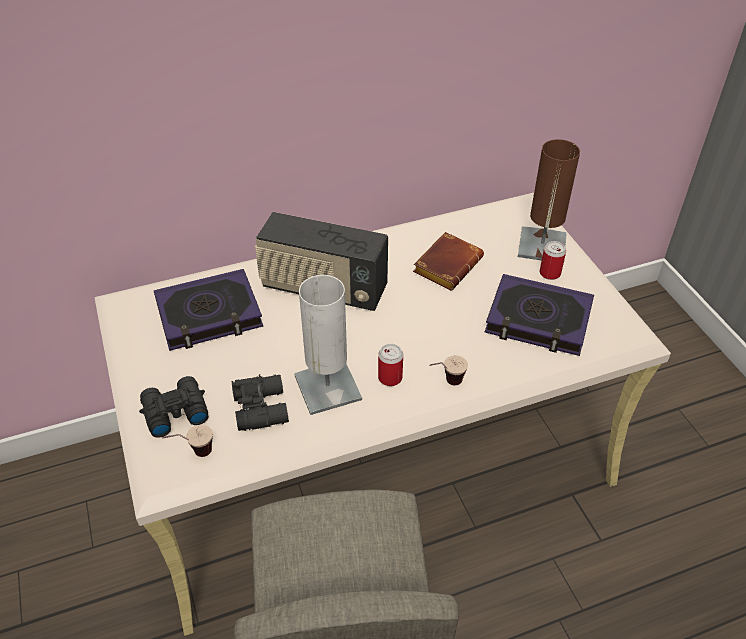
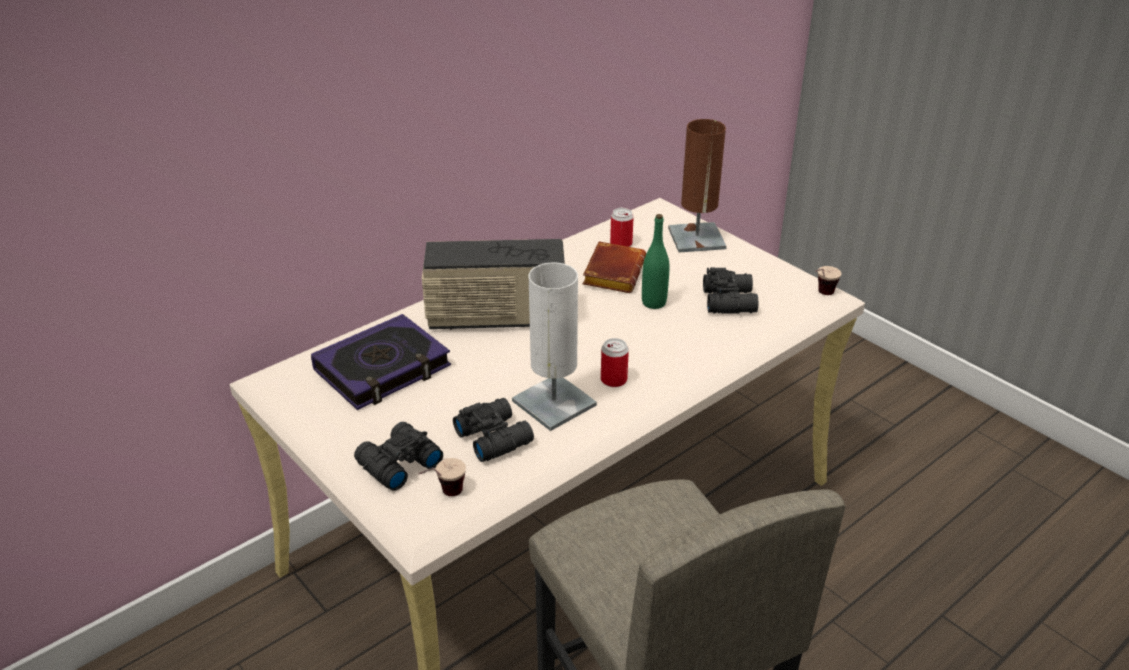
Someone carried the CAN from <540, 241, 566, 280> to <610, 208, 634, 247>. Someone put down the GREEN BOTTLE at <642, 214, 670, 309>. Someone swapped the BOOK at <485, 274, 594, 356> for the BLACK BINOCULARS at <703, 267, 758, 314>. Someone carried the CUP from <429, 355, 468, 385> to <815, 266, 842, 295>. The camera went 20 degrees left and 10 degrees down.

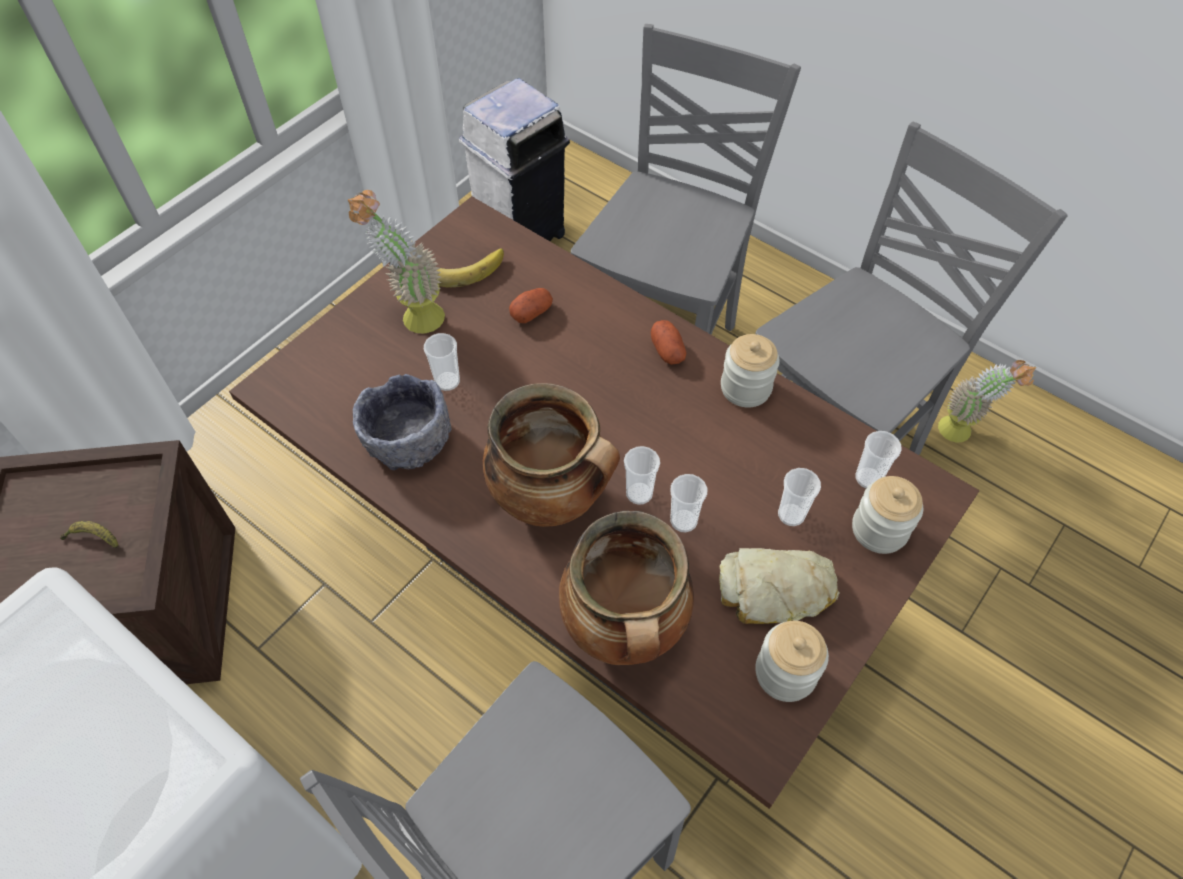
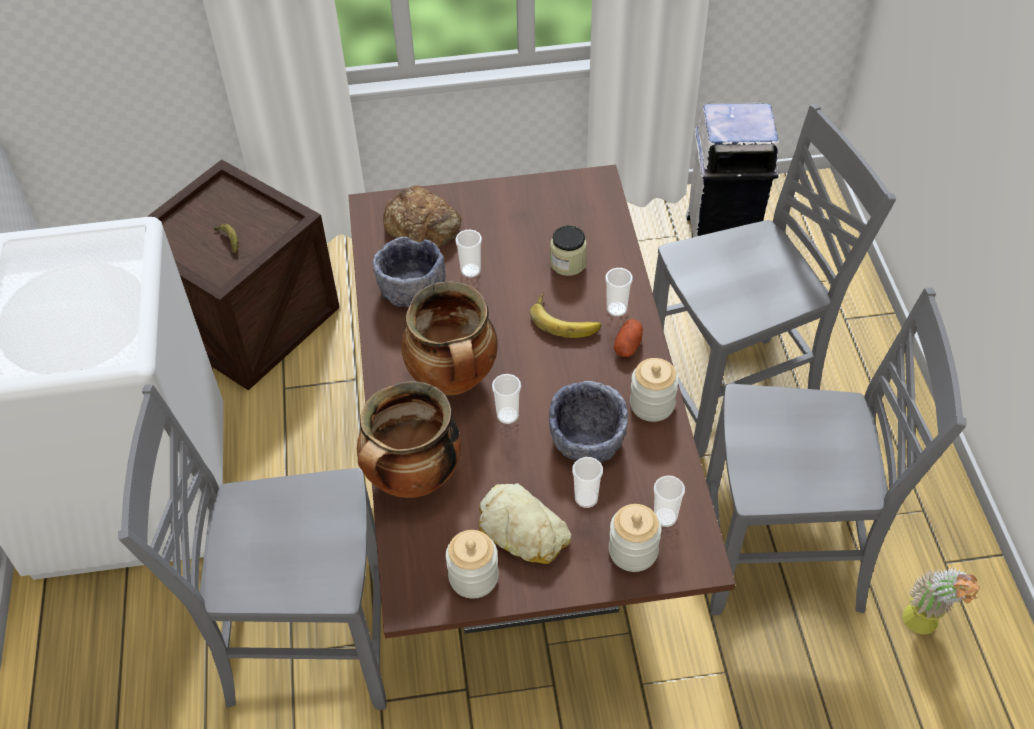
Someone put down the BREAD at <383, 185, 462, 248>. Someone carried the BANANA from <436, 248, 504, 287> to <530, 293, 601, 338>. Someone put down the GREY BOWL at <549, 381, 628, 462>. Someone swapped the POTATO at <509, 288, 553, 323> for the JAR at <550, 225, 587, 276>. Someone carried the CUP from <670, 474, 707, 532> to <605, 268, 633, 316>. Someone took away the POTTED PLANT at <347, 190, 445, 333>. The camera went 45 degrees right and 5 degrees down.

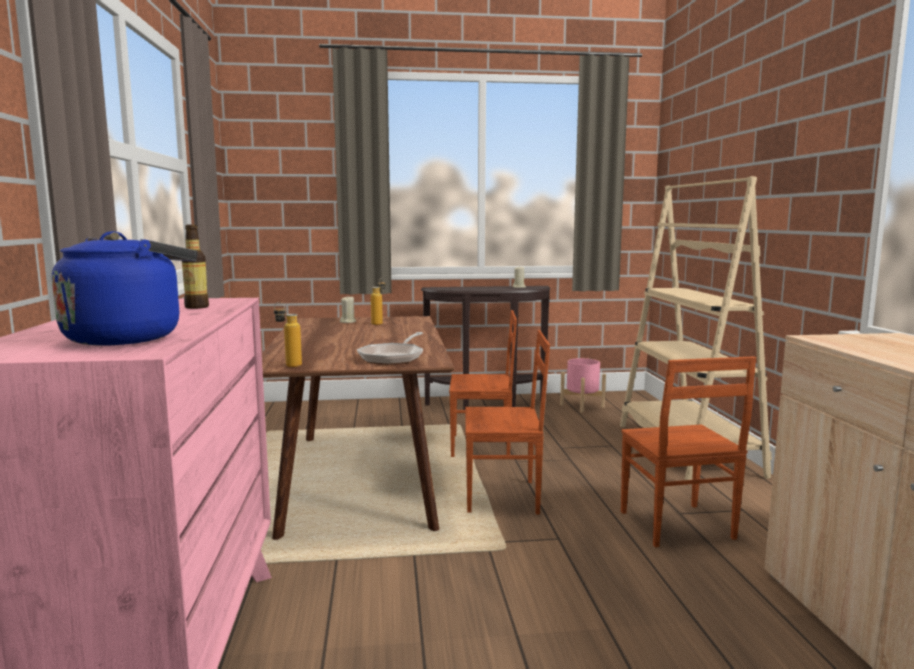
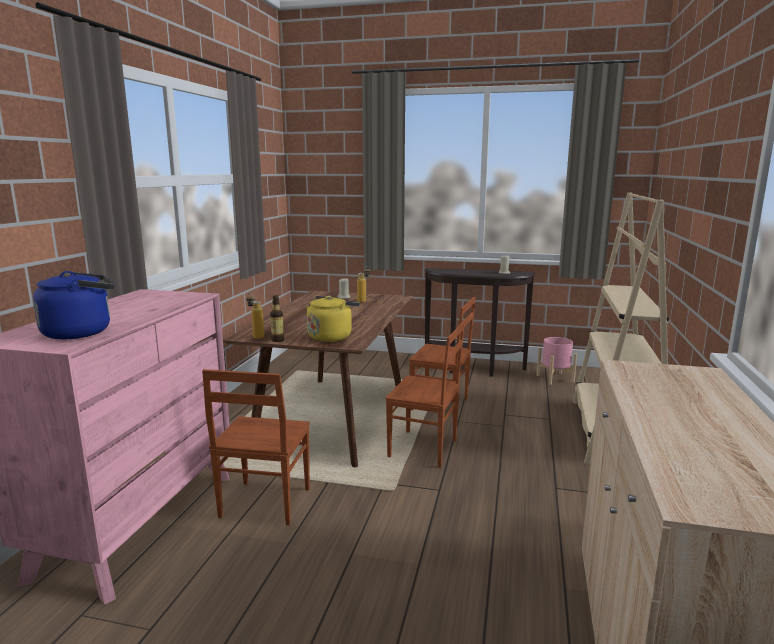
Someone carried the BROWN CHAIR from <621, 356, 756, 547> to <202, 369, 310, 525>. Someone carried the BOTTLE from <182, 225, 209, 309> to <270, 296, 284, 342>. Someone swapped the FRYING PAN at <357, 332, 423, 365> for the YELLOW KETTLE at <306, 296, 360, 342>. The camera went 20 degrees right and 5 degrees up.

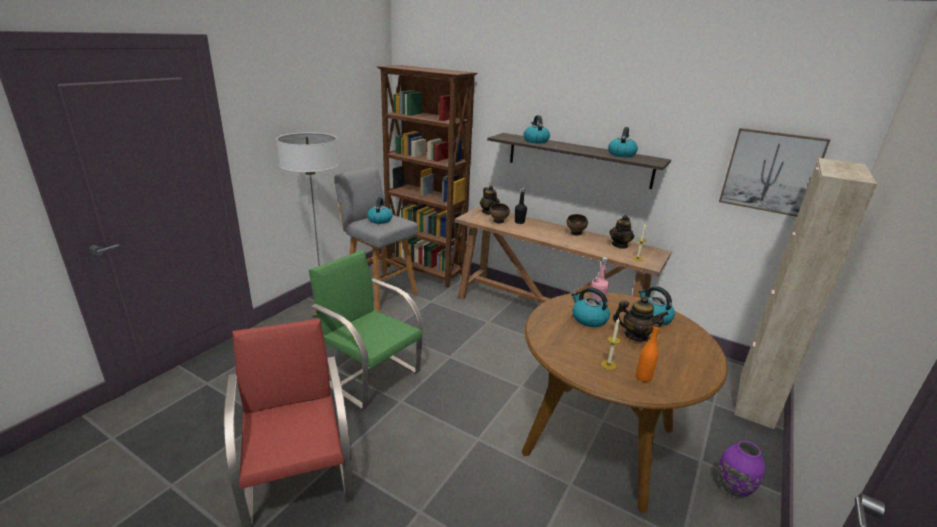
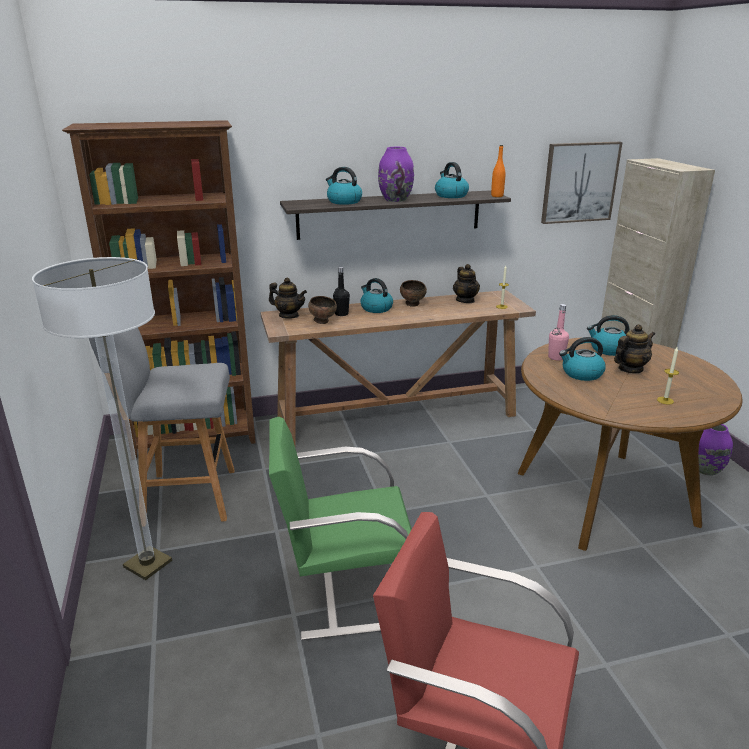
Someone carried the KETTLE from <367, 197, 393, 224> to <360, 278, 393, 313>. Someone put down the PURPLE VASE at <378, 147, 414, 202>. Someone carried the ORANGE BOTTLE from <636, 324, 659, 382> to <491, 145, 505, 197>. The camera went 45 degrees left and 0 degrees up.

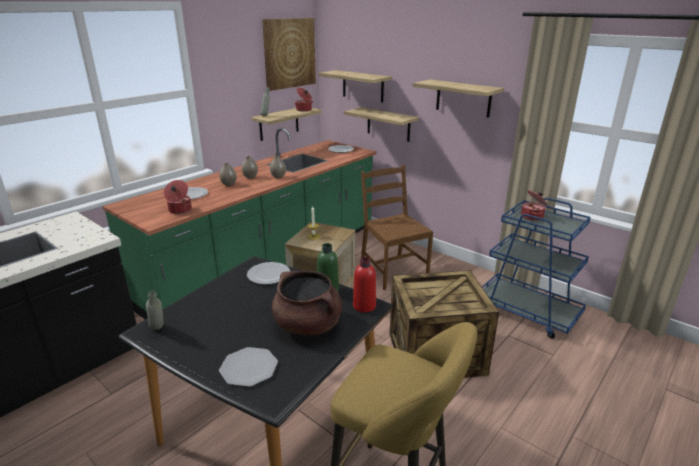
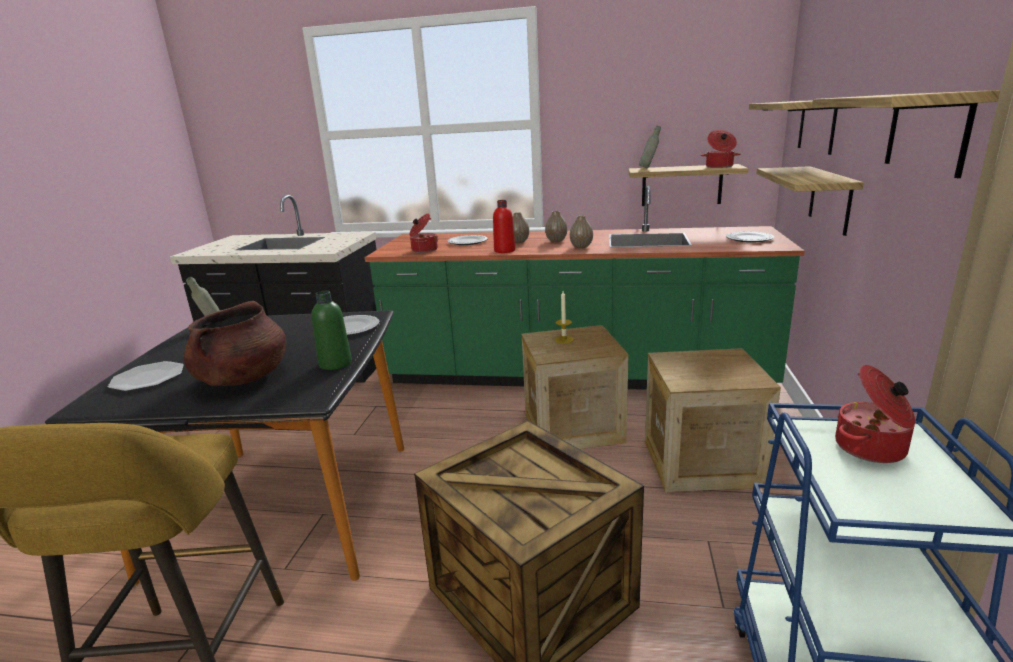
Someone carried the RED BOTTLE from <353, 257, 376, 312> to <493, 200, 515, 253>. Someone swapped the BROWN CHAIR at <361, 165, 433, 291> for the CRATE at <645, 348, 781, 492>. Someone took away the PICTURE at <262, 18, 316, 91>. The camera went 60 degrees right and 5 degrees down.

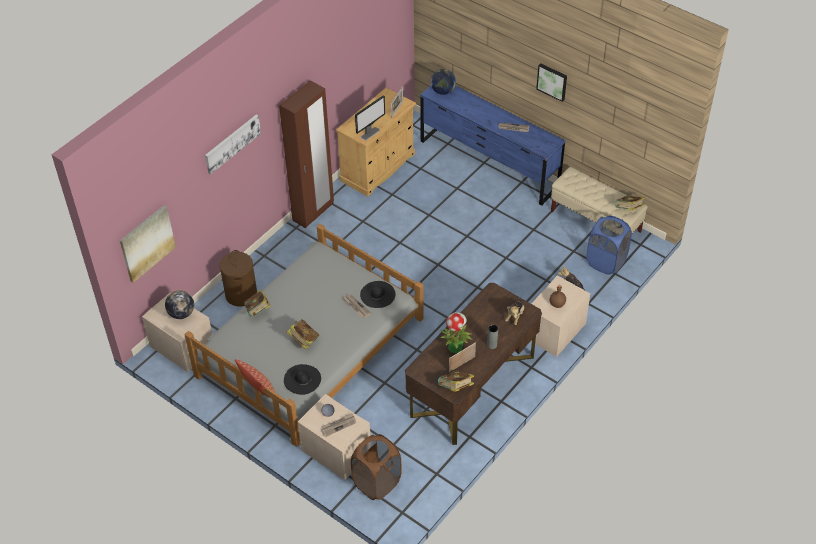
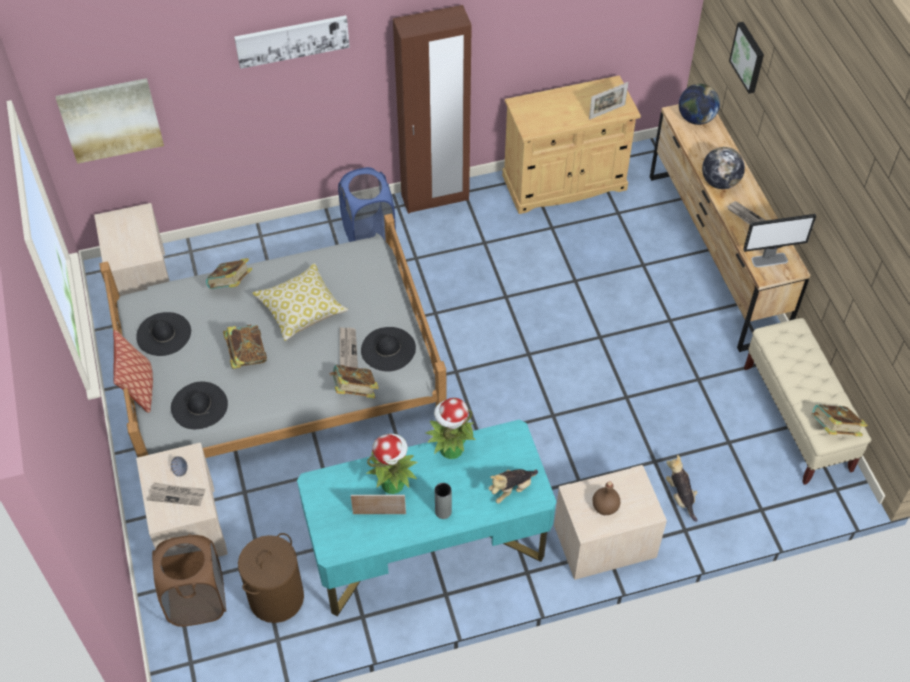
Someone put down the BLACK HAT at <136, 312, 191, 356>. Someone carried the BROWN LAUNDRY BASKET from <220, 250, 257, 306> to <238, 533, 304, 623>. Someone put down the PILLOW at <252, 263, 348, 341>. Someone repainted the BROWN DESK at <405, 283, 542, 445>, which became the TURQUOISE DESK at <297, 420, 557, 616>. Someone carried the BOOK from <438, 370, 474, 392> to <329, 365, 379, 399>. Someone carried the BLUE LAUNDRY BASKET from <586, 216, 632, 275> to <338, 167, 396, 242>. Someone put down the POTTED PLANT at <426, 398, 476, 459>. Someone repainted the BLUE DRESSER at <420, 86, 565, 205>, which became the BROWN DRESSER at <650, 104, 810, 352>. Someone carried the GLOBE from <165, 290, 194, 319> to <702, 147, 745, 189>. Someone carried the PICTURE from <536, 63, 567, 102> to <729, 22, 764, 94>. Someone carried the MONITOR from <355, 95, 385, 140> to <743, 214, 816, 267>. The camera went 35 degrees right and 5 degrees up.

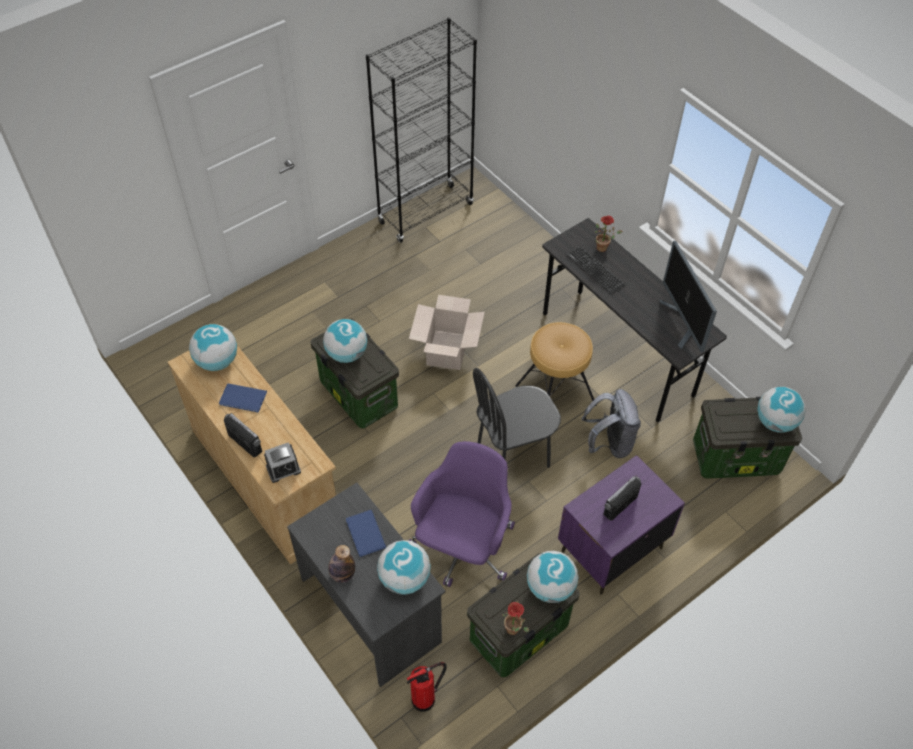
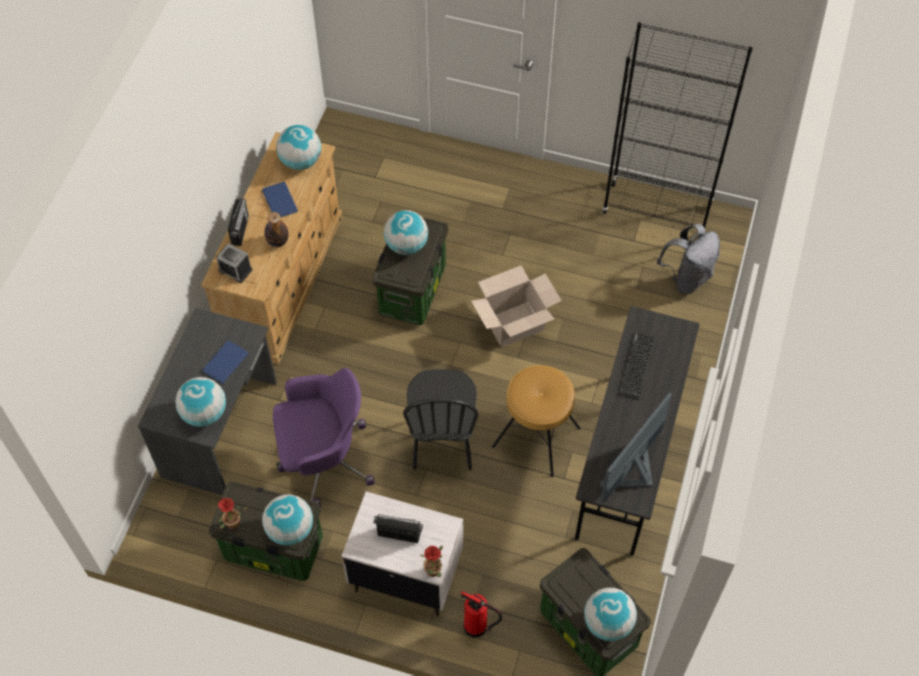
Someone carried the BOTTLE from <328, 545, 355, 583> to <264, 212, 288, 247>. Someone repainted the PURPLE NIGHTSTAND at <558, 455, 685, 595>, which became the WHITE NIGHTSTAND at <342, 491, 463, 616>. Someone rotated the BLACK CHAIR at <473, 368, 561, 468> by 120 degrees counterclockwise. Someone carried the POTTED PLANT from <595, 215, 623, 252> to <420, 546, 443, 577>. Someone carried the FIRE EXTINGUISHER from <407, 662, 447, 712> to <461, 591, 502, 637>. Someone carried the GREY BACKPACK from <582, 389, 641, 458> to <657, 224, 720, 294>. The camera went 55 degrees right and 5 degrees up.

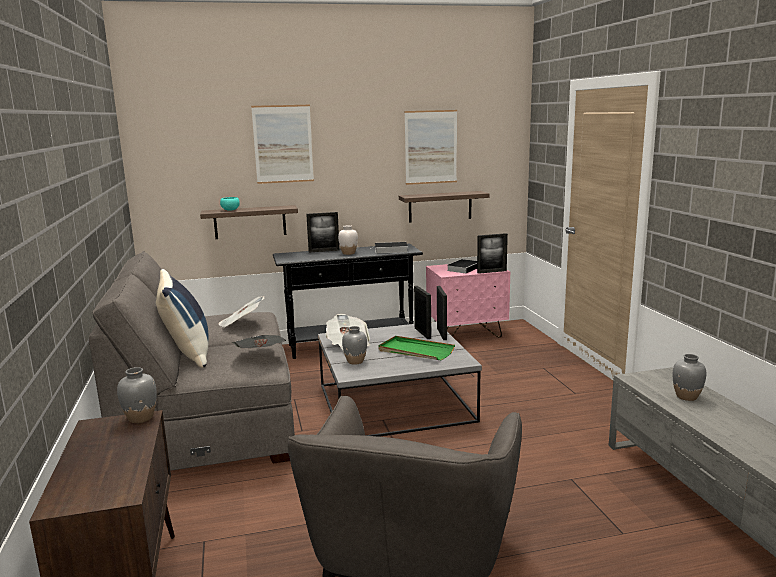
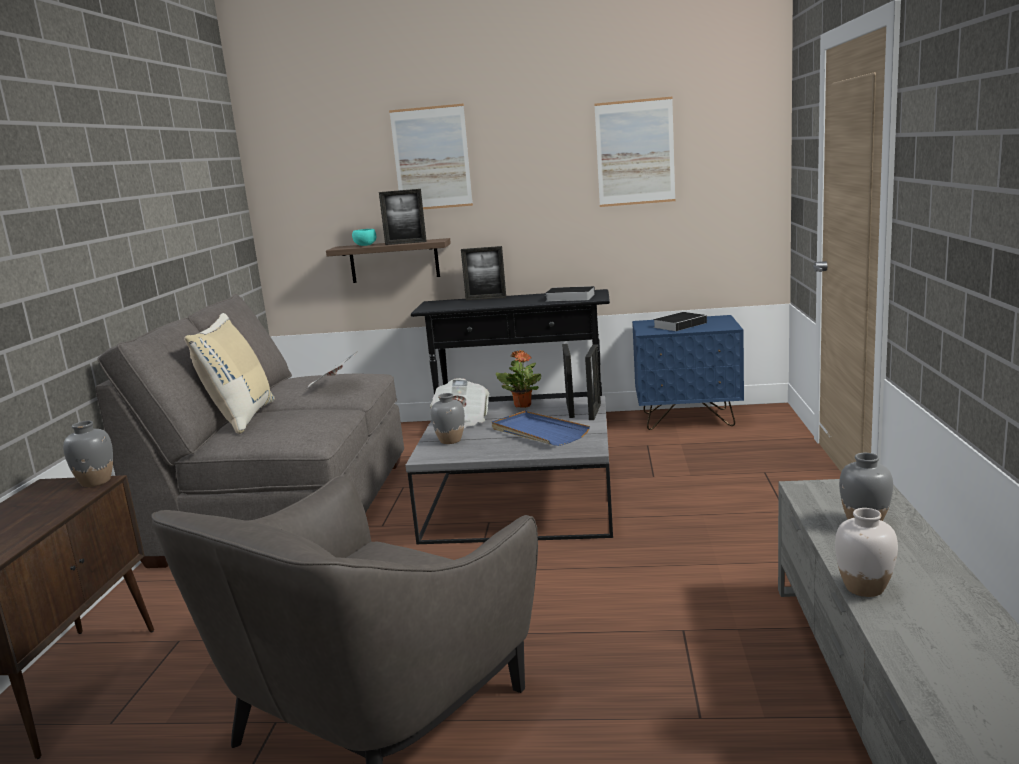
Someone repainted the BLUE PILLOW at <156, 269, 208, 368>, which became the BEIGE PILLOW at <184, 313, 275, 434>. Someone carried the PICTURE FRAME from <477, 233, 508, 274> to <379, 189, 427, 245>. Someone repainted the GREEN TRAY at <378, 336, 455, 360>, which became the BLUE TRAY at <492, 411, 590, 446>. Someone put down the POTTED PLANT at <496, 350, 541, 408>. Someone repainted the PINK NIGHTSTAND at <426, 264, 510, 338>, which became the BLUE NIGHTSTAND at <632, 315, 744, 430>. Someone carried the WHITE VASE from <338, 225, 358, 255> to <835, 508, 898, 597>. Someone took away the NEWSPAPER at <231, 335, 286, 348>. Someone took away the SHELF at <399, 191, 489, 223>. The camera went 20 degrees right and 0 degrees up.

